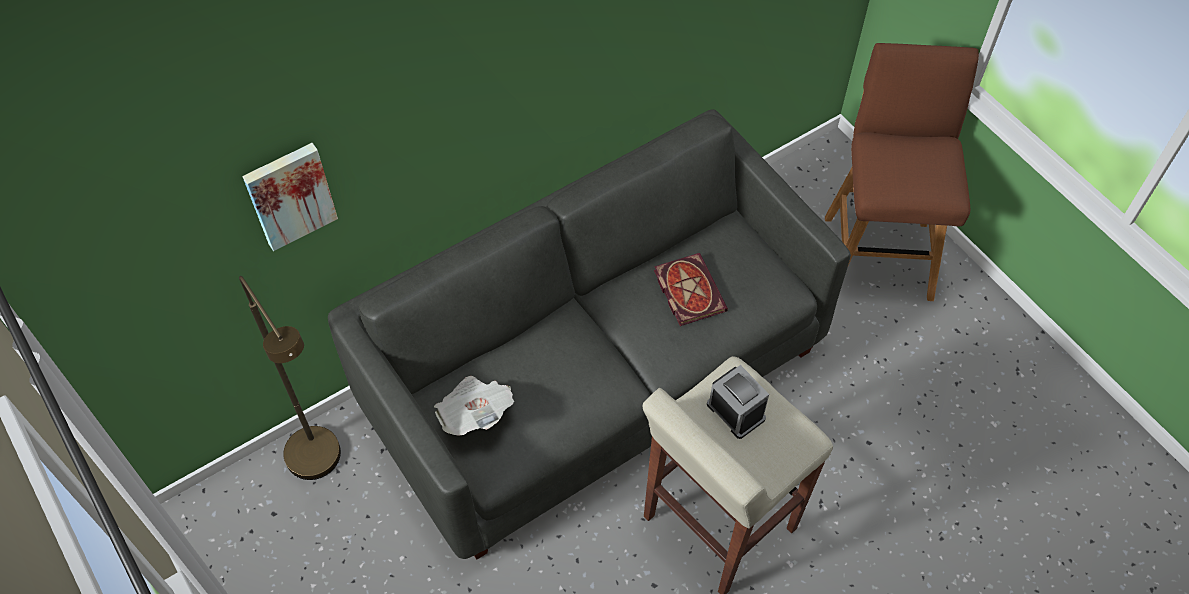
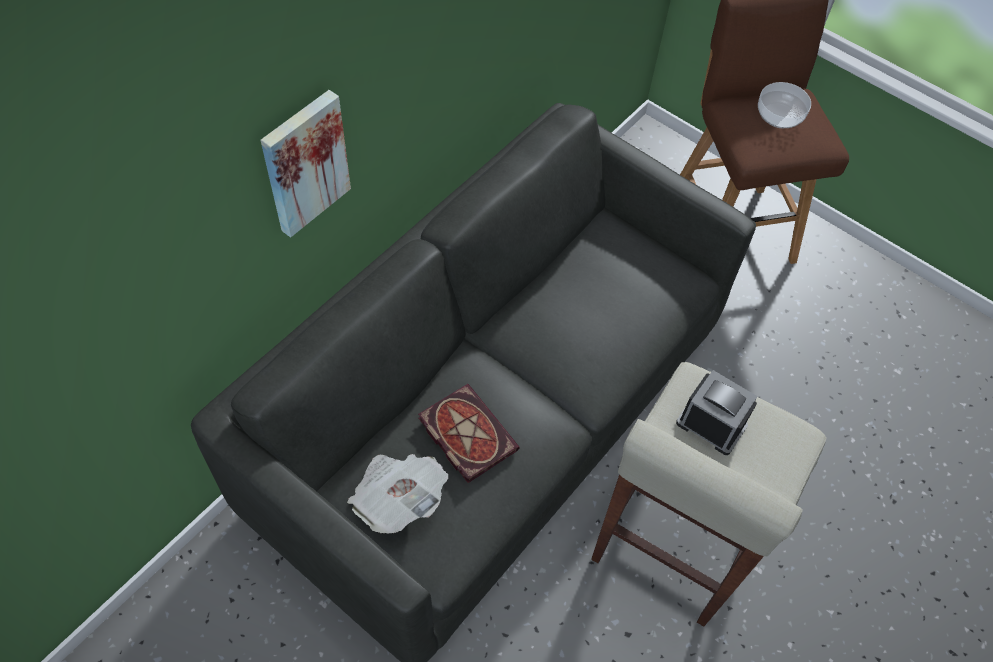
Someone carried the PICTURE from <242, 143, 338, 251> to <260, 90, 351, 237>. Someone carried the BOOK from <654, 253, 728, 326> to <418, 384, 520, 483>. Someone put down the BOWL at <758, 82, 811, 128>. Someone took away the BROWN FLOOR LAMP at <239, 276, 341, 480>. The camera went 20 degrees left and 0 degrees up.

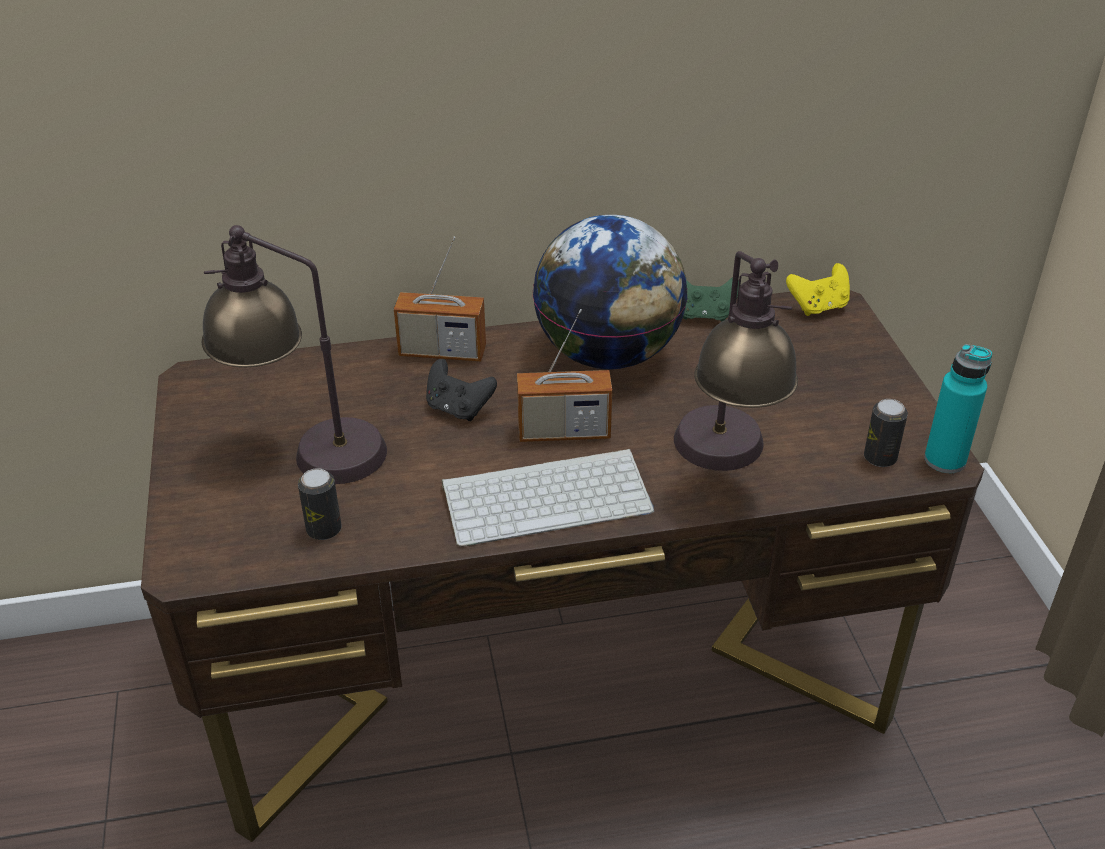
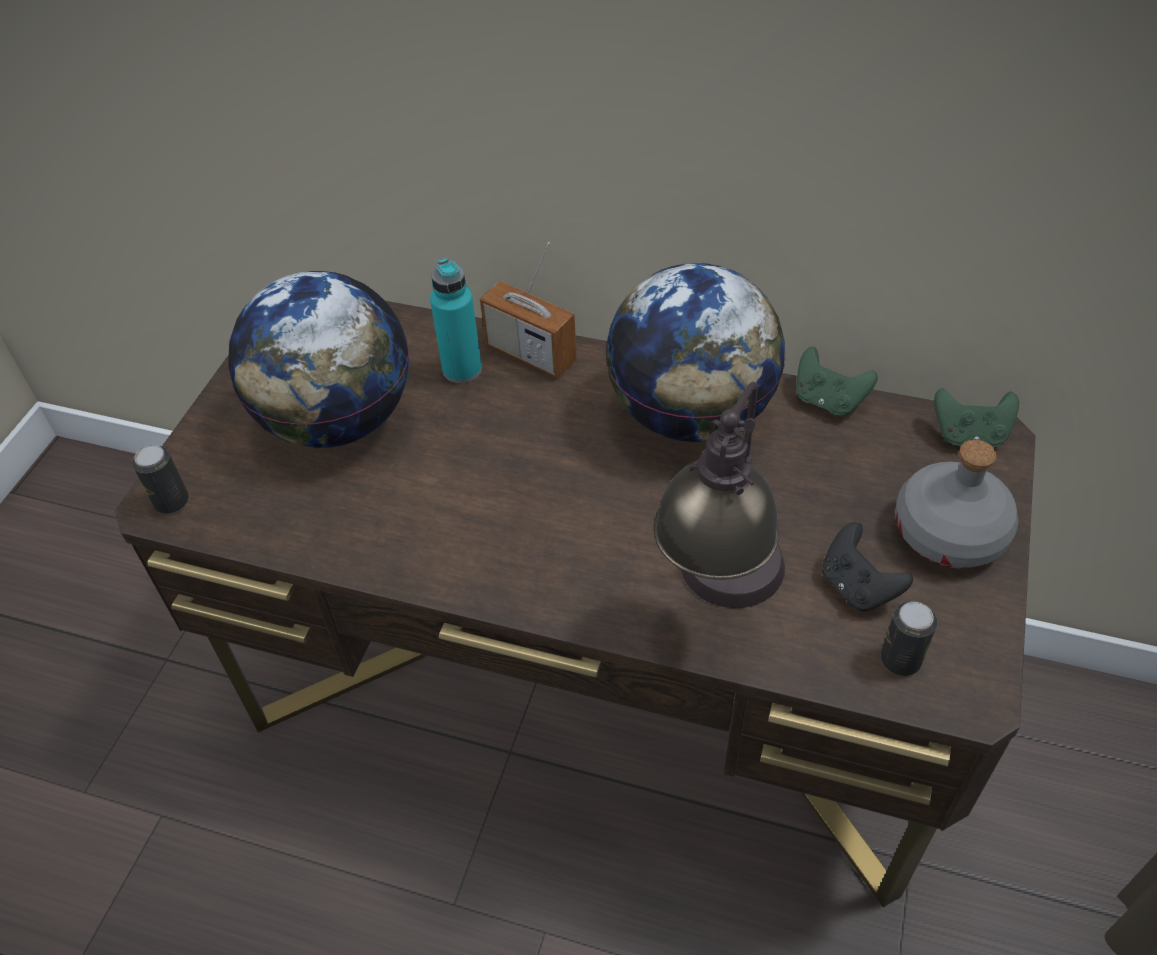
Someone carried the CAN from <298, 468, 341, 540> to <132, 445, 189, 514>. Someone swapped the TABLE LAMP at <202, 225, 387, 484> for the GLOBE at <228, 271, 409, 448>. Someone carried the TURQUOISE BOTTLE from <924, 344, 992, 473> to <430, 258, 482, 383>. Someone carried the BLACK GAME CONTROLLER from <426, 359, 497, 421> to <822, 522, 913, 612>. Someone put down the GREY BOTTLE at <895, 440, 1018, 568>. Someone repainted the YELLOW GAME CONTROLLER at <786, 263, 850, 316>, which became the GREEN GAME CONTROLLER at <934, 388, 1019, 447>. Someone took away the KEYBOARD at <442, 449, 654, 547>. Someone took away the RADIO at <517, 309, 612, 442>. The camera went 30 degrees right and 10 degrees up.

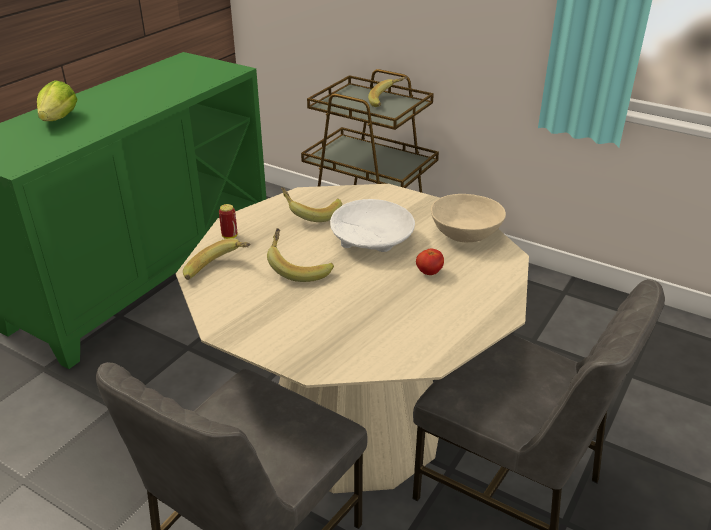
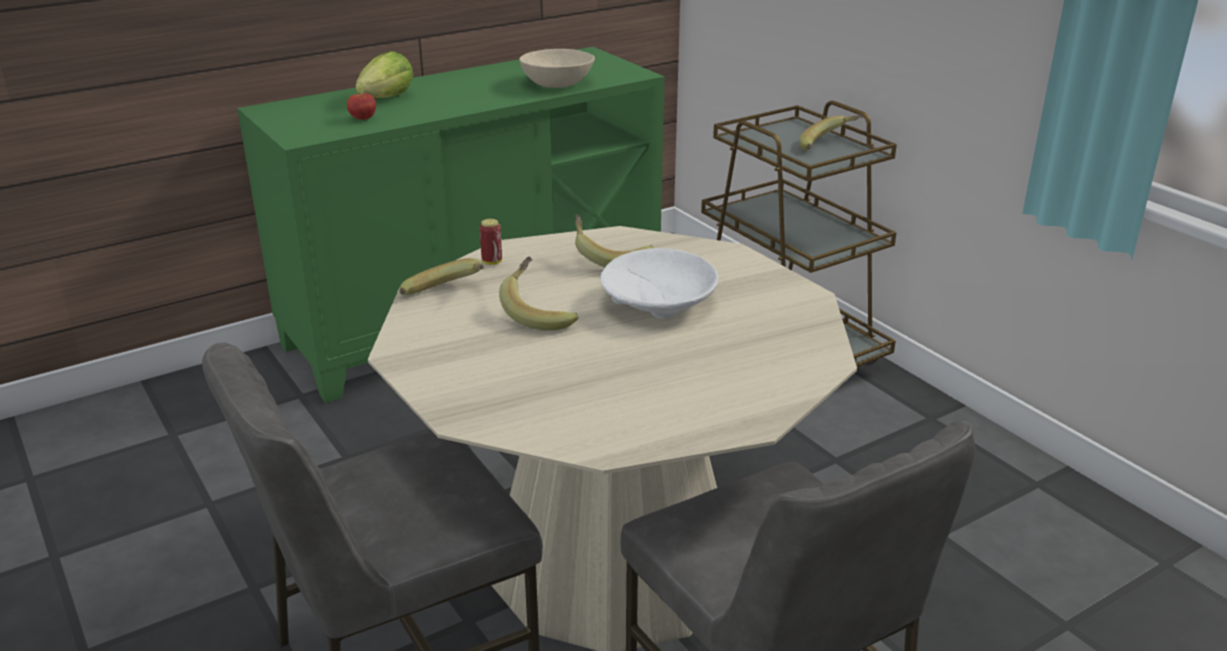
Someone carried the TOMATO from <416, 248, 444, 275> to <347, 93, 376, 120>. Someone carried the BEIGE BOWL from <431, 194, 506, 242> to <519, 49, 595, 88>. The camera went 25 degrees right and 5 degrees down.

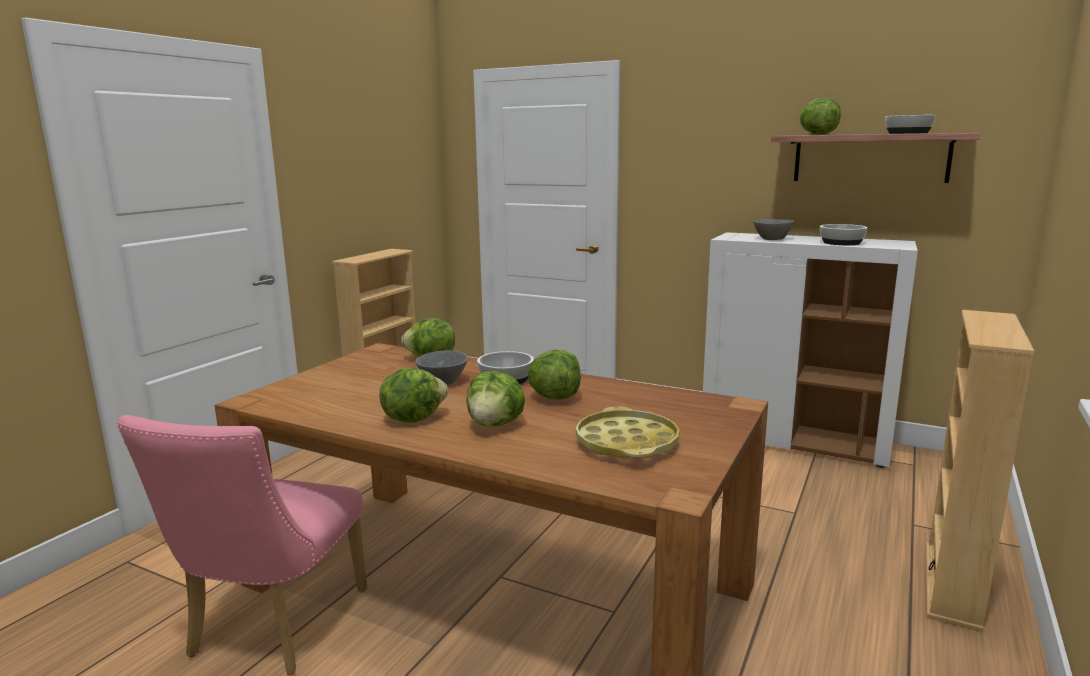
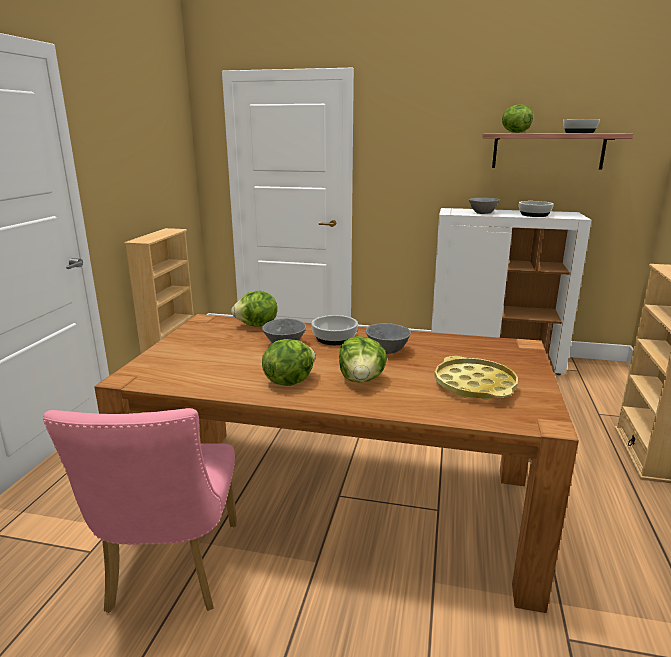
Someone swapped the LETTUCE at <528, 349, 581, 400> for the GREY BOWL at <366, 323, 411, 354>. The camera went 15 degrees left and 5 degrees up.

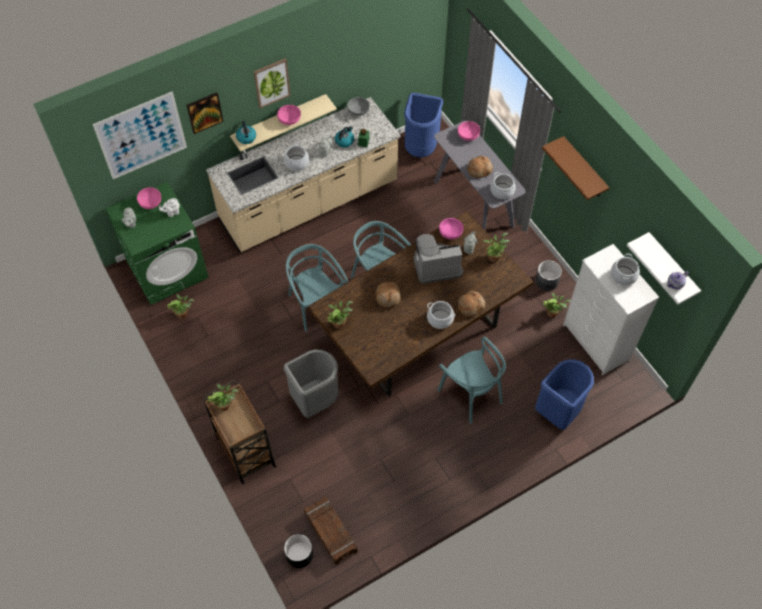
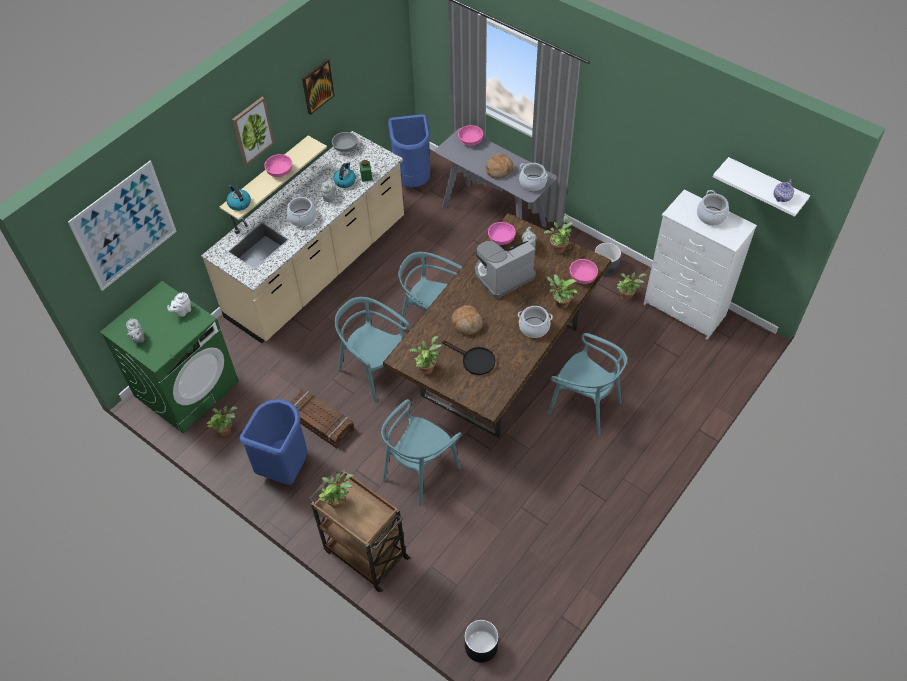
Someone carried the BLUE TRASH CAN from <535, 359, 594, 430> to <240, 399, 308, 485>. Someone carried the CRATE from <304, 496, 358, 565> to <291, 389, 355, 449>. Someone carried the PICTURE from <186, 92, 224, 134> to <302, 59, 335, 115>. Someone swapped the GREY TRASH CAN at <284, 349, 338, 418> for the TURQUOISE CHAIR at <381, 399, 462, 506>. Someone put down the BLACK FRYING PAN at <442, 340, 495, 375>. Someone swapped the BREAD at <458, 291, 485, 317> for the POTTED PLANT at <546, 274, 578, 309>. Someone carried the PINK BOWL from <137, 187, 161, 209> to <570, 259, 598, 284>. Someone took away the BROWN SHELF at <542, 136, 609, 200>. The camera went 20 degrees left and 5 degrees down.

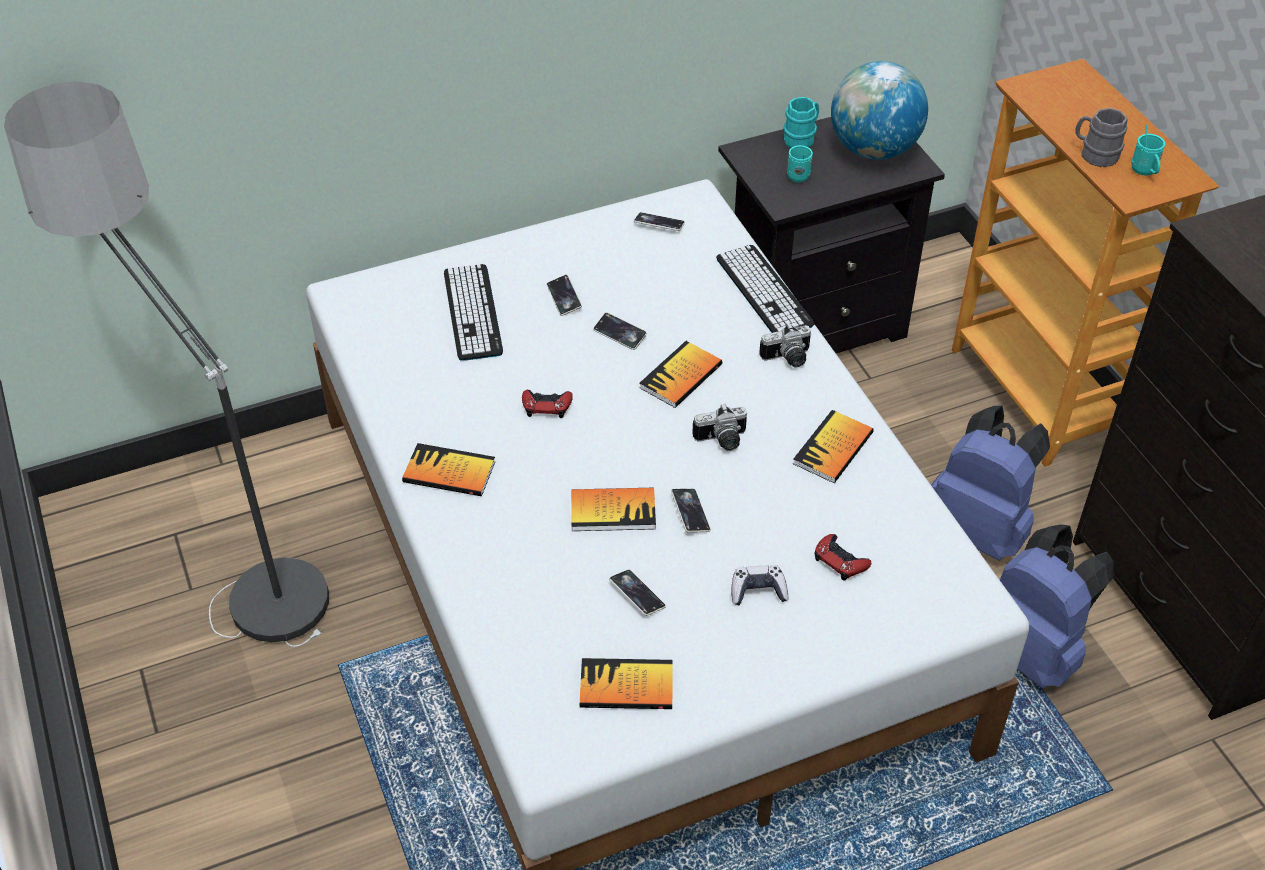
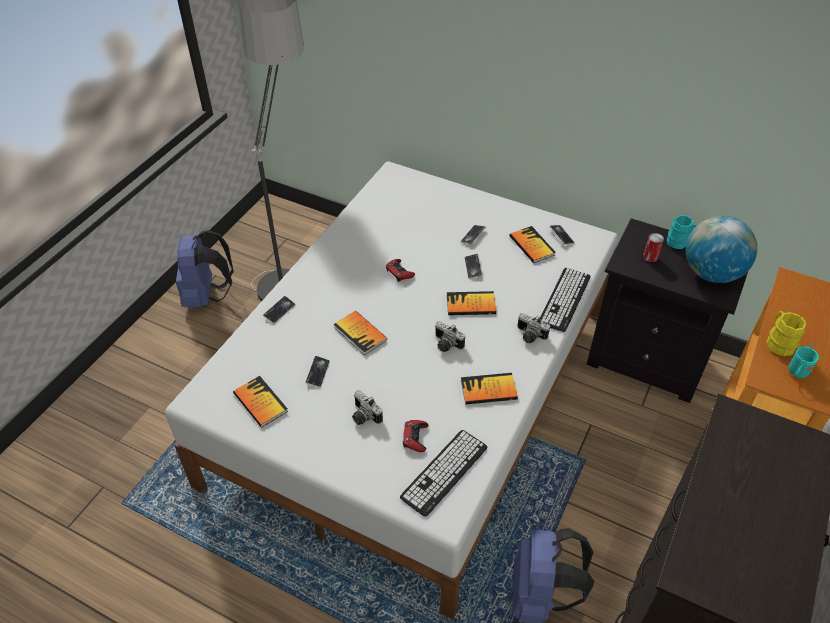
Someone carried the BLUE BACKPACK from <931, 405, 1050, 561> to <176, 230, 234, 307>. Someone carried the PHONE from <671, 488, 711, 533> to <263, 296, 296, 324>. Someone swapped the GAME CONTROLLER at <732, 565, 788, 605> for the PHOTO CAMERA at <352, 390, 383, 425>. Someone carried the KEYBOARD from <444, 264, 503, 361> to <400, 430, 487, 517>. Someone carried the BOOK from <402, 443, 495, 496> to <510, 226, 556, 263>. Someone swapped the TURQUOISE MUG at <787, 145, 813, 182> for the CAN at <643, 233, 664, 262>. Someone repainted the GREY MUG at <1075, 108, 1128, 167>, which became the YELLOW MUG at <766, 311, 806, 356>. The camera went 50 degrees right and 0 degrees up.

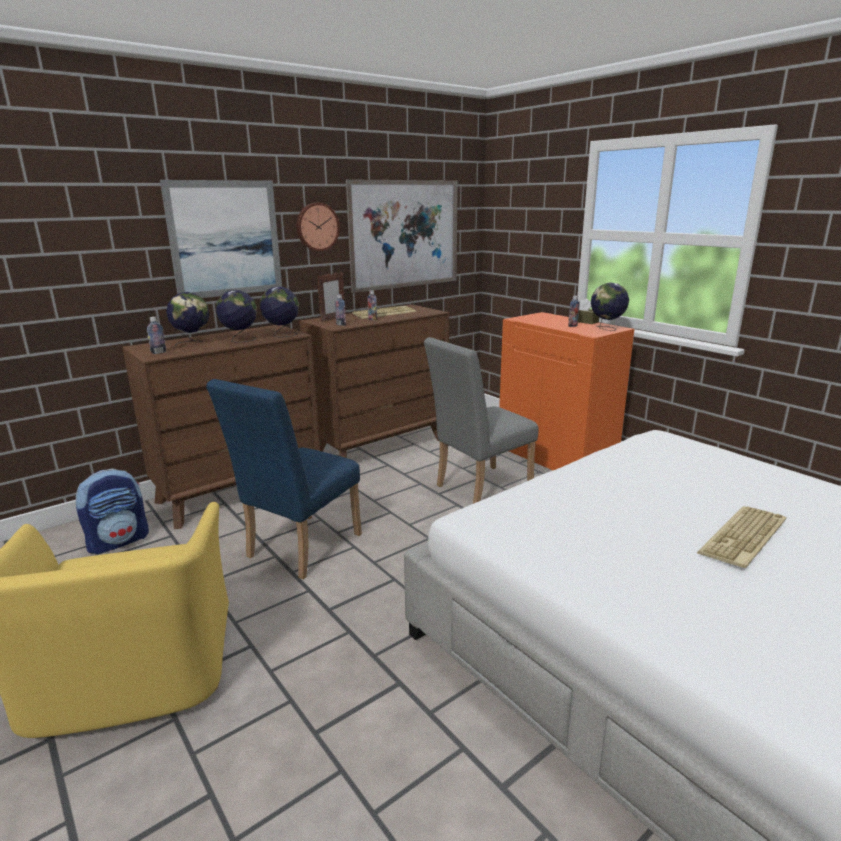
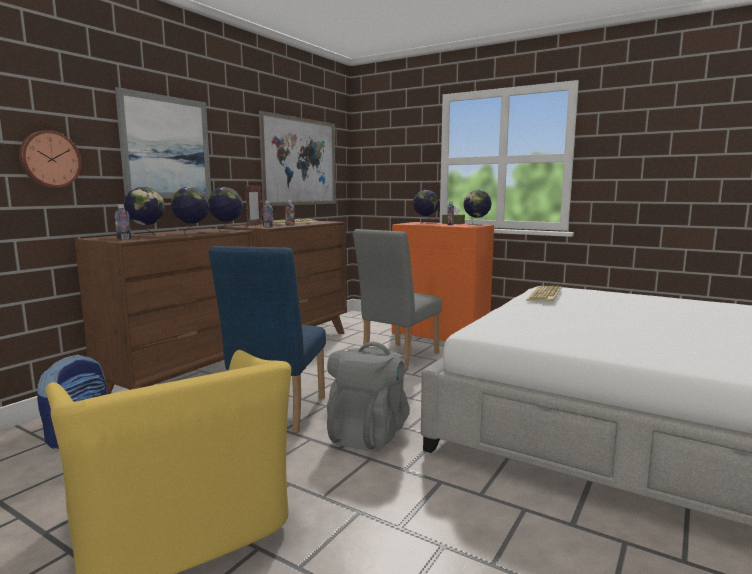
Someone carried the WALL CLOCK from <296, 203, 340, 251> to <19, 130, 82, 188>. Someone put down the GREY BACKPACK at <327, 342, 410, 452>. Someone put down the GLOBE at <413, 190, 439, 224>. Someone carried the KEYBOARD from <697, 506, 786, 568> to <526, 286, 562, 302>. The camera went 20 degrees left and 10 degrees down.

